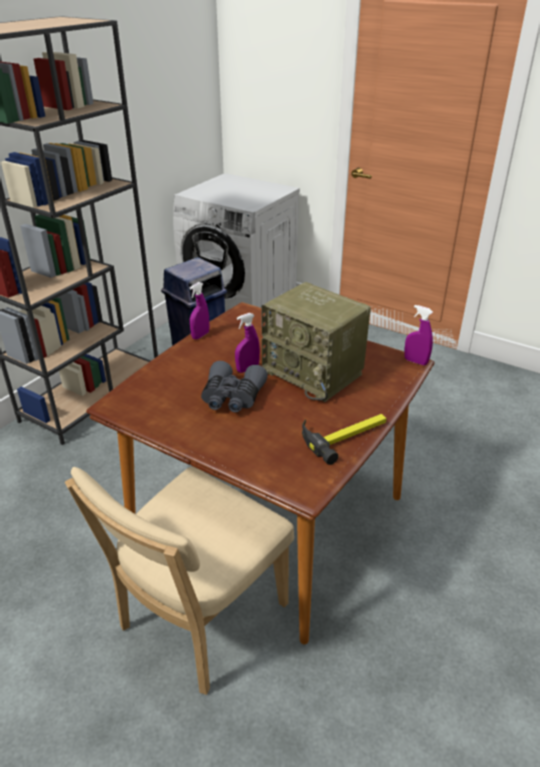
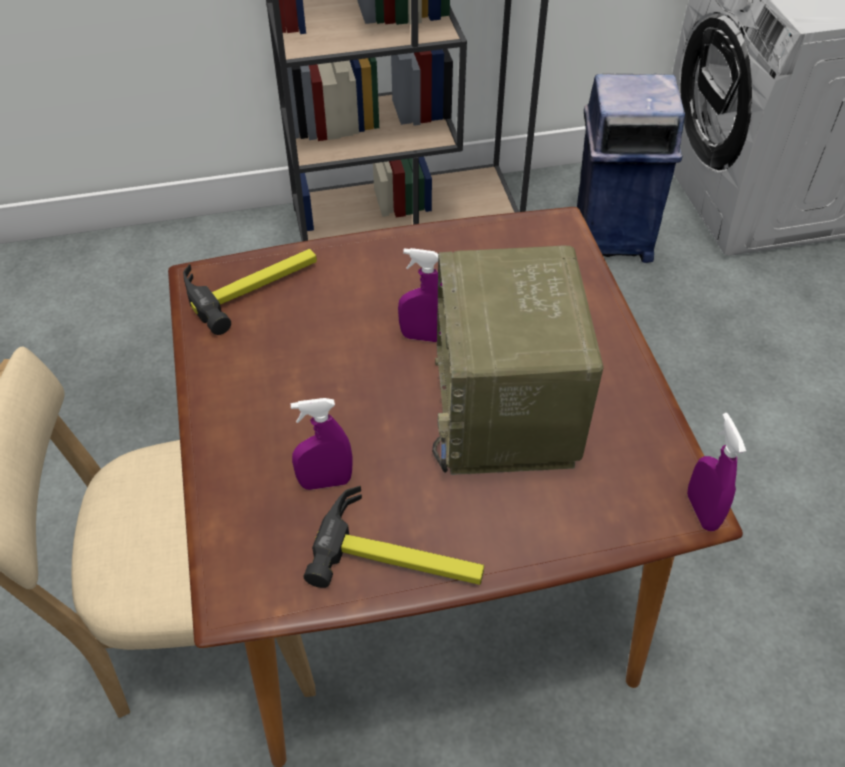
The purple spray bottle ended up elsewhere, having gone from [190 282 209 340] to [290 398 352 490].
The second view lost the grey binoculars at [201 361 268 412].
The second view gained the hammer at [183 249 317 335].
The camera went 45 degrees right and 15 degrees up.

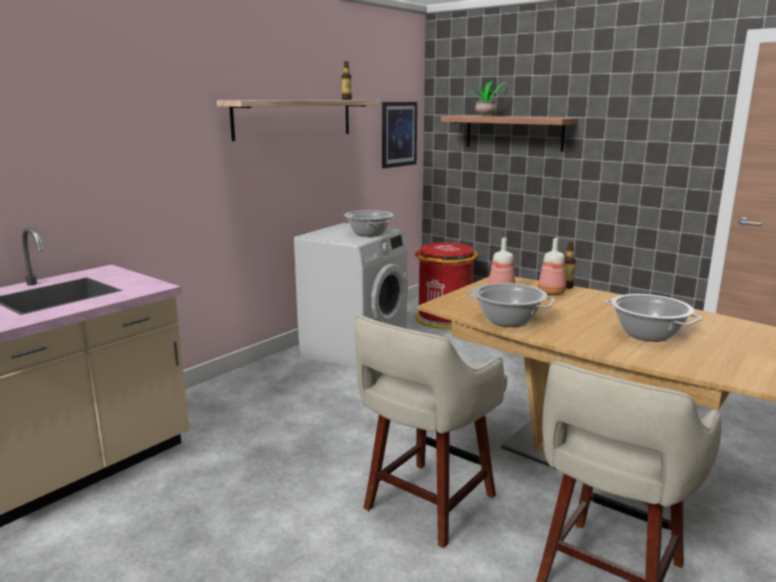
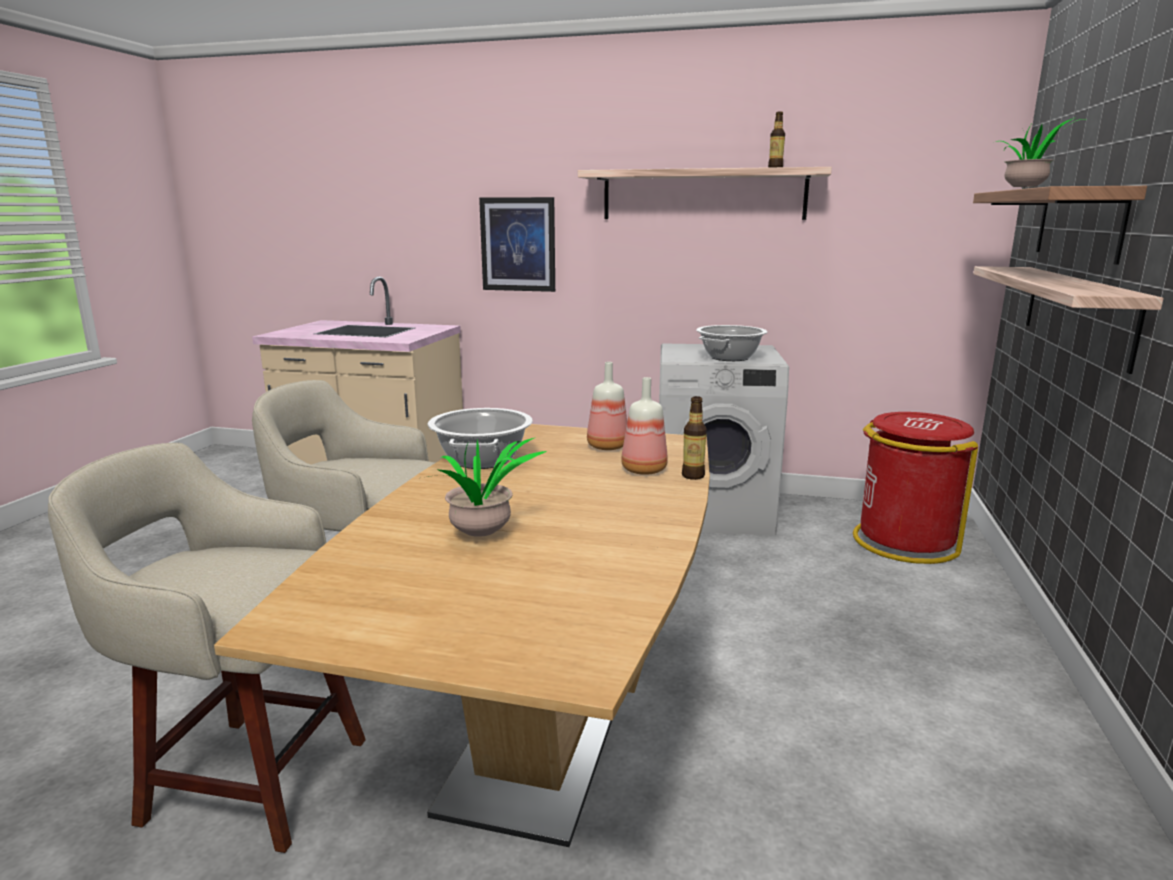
The picture ended up elsewhere, having gone from [382 102 417 168] to [479 197 555 292].
Where the cooking pot stood at [604 294 702 342], the potted plant came to stand at [422 438 547 537].
The second view gained the shelf at [973 266 1164 374].
The camera went 65 degrees right and 0 degrees up.

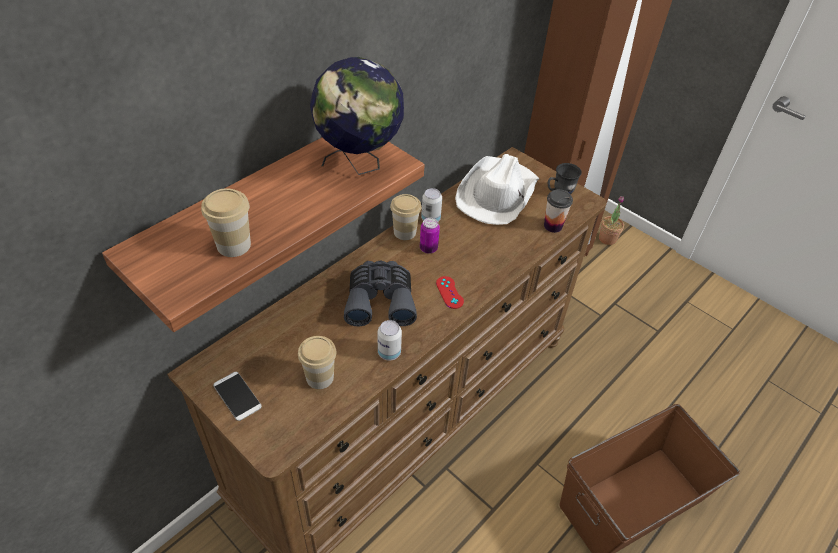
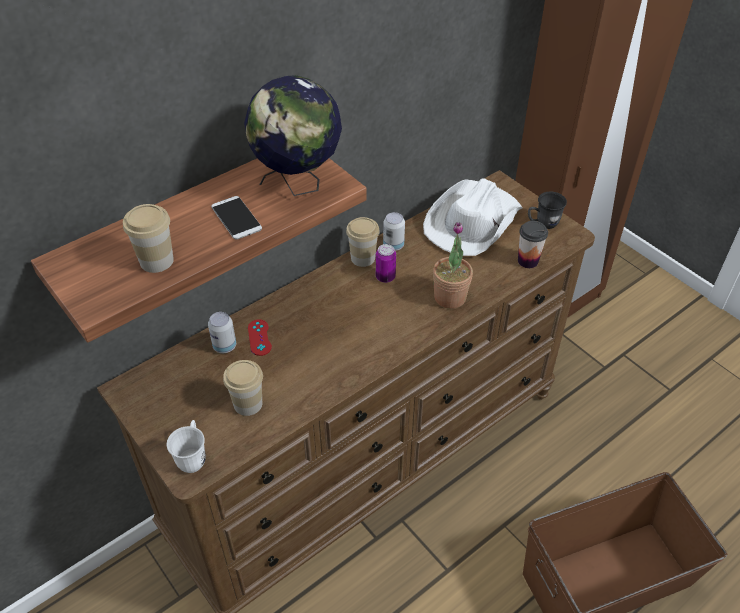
The phone ended up elsewhere, having gone from [213 372 262 421] to [211 196 262 239].
The second view lost the grey binoculars at [344 261 417 327].
The can ended up elsewhere, having gone from [378 320 402 361] to [208 312 236 353].
The red game controller ended up elsewhere, having gone from [436 276 464 309] to [248 319 272 356].
The potted plant ended up elsewhere, having gone from [599 196 624 245] to [433 222 473 309].
The second view gained the white mug at [167 420 206 473].
The camera went 10 degrees right and 0 degrees up.

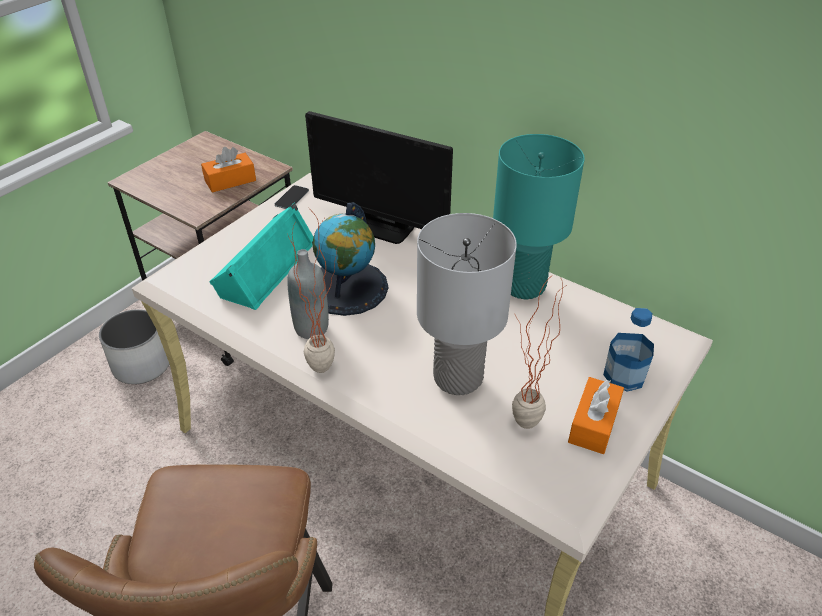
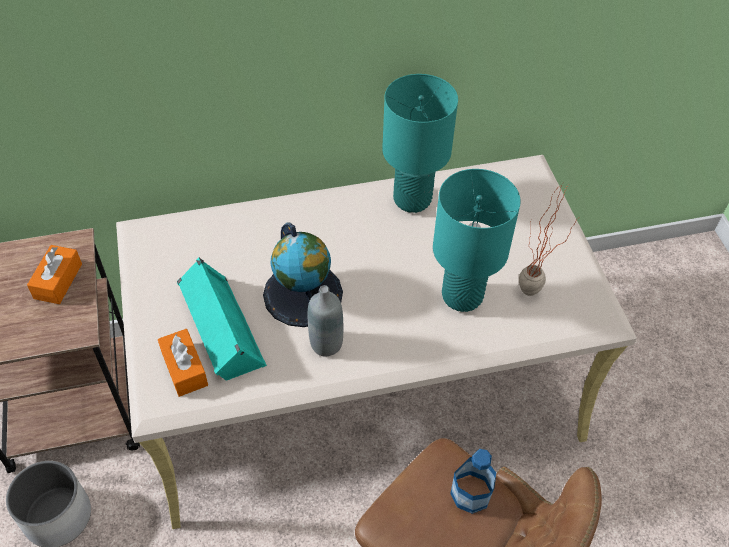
The second view lost the phone at [275 185 309 209].
The second view lost the potted plant at [287 207 340 373].
The second view lost the monitor at [305 111 453 244].
What was the grey table lamp at [417 213 517 395] turned into the turquoise table lamp at [433 169 521 312].
The orange tissue box ended up elsewhere, having gone from [568 377 624 454] to [158 329 208 397].
The bottle ended up elsewhere, having gone from [603 308 654 392] to [450 449 496 514].
The camera went 50 degrees left and 10 degrees up.

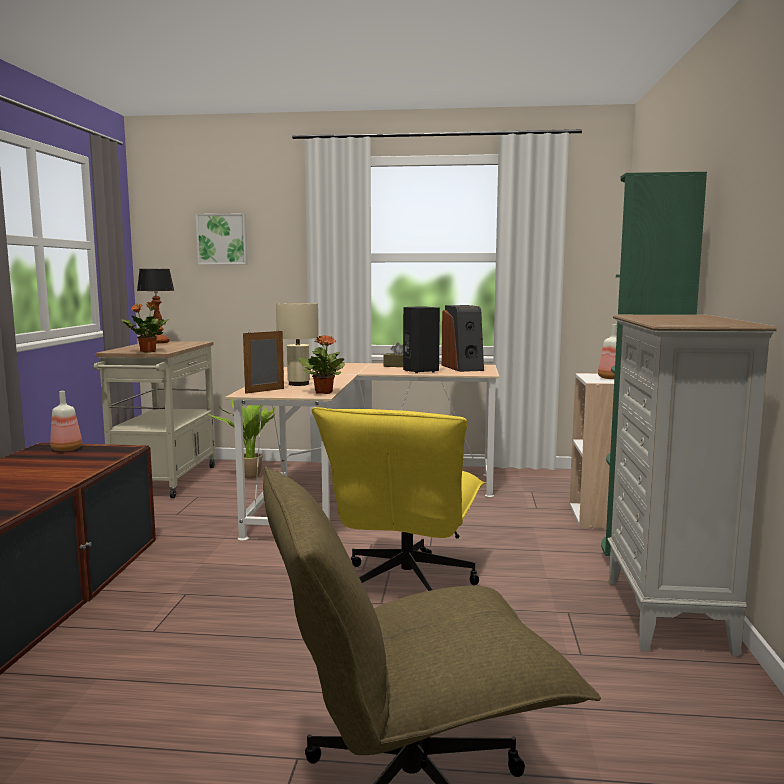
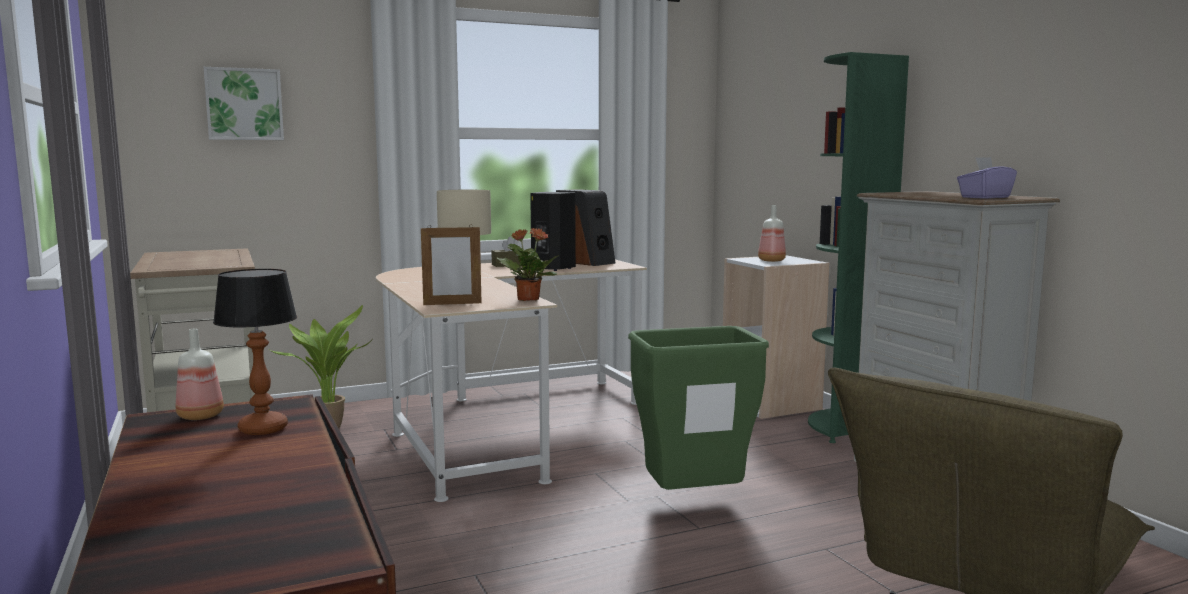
The second view lost the potted plant at [121 302 169 353].
The table lamp ended up elsewhere, having gone from [137 269 174 343] to [213 269 297 435].
The picture frame at [243 329 284 394] ended up facing another way, 120 degrees counterclockwise from before.
Where the yellow office chair stood at [312 407 486 591], the green trash can came to stand at [628 326 769 490].
The second view gained the purple tissue box at [957 157 1017 199].
The camera went 30 degrees left and 0 degrees up.

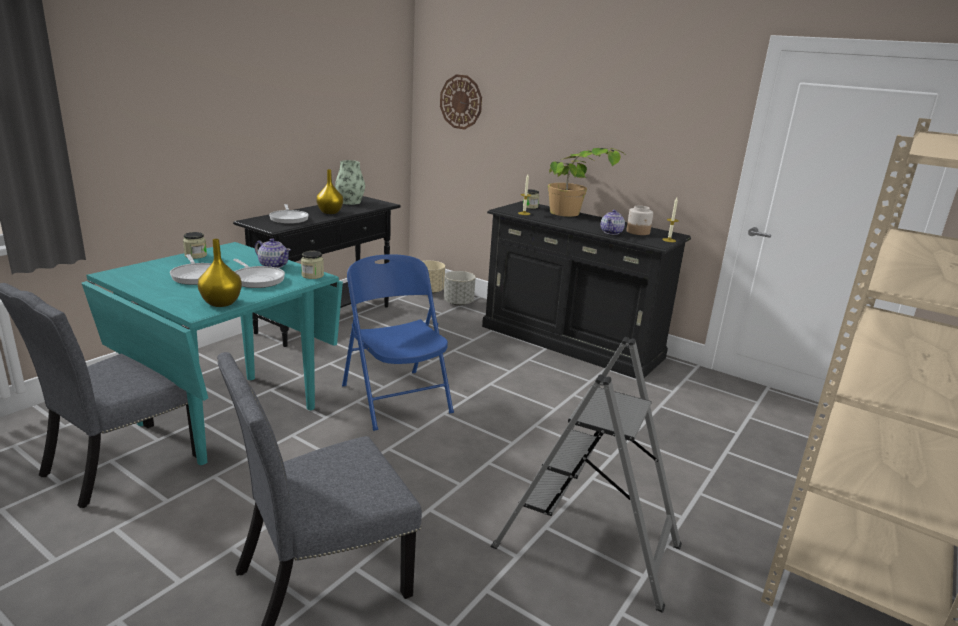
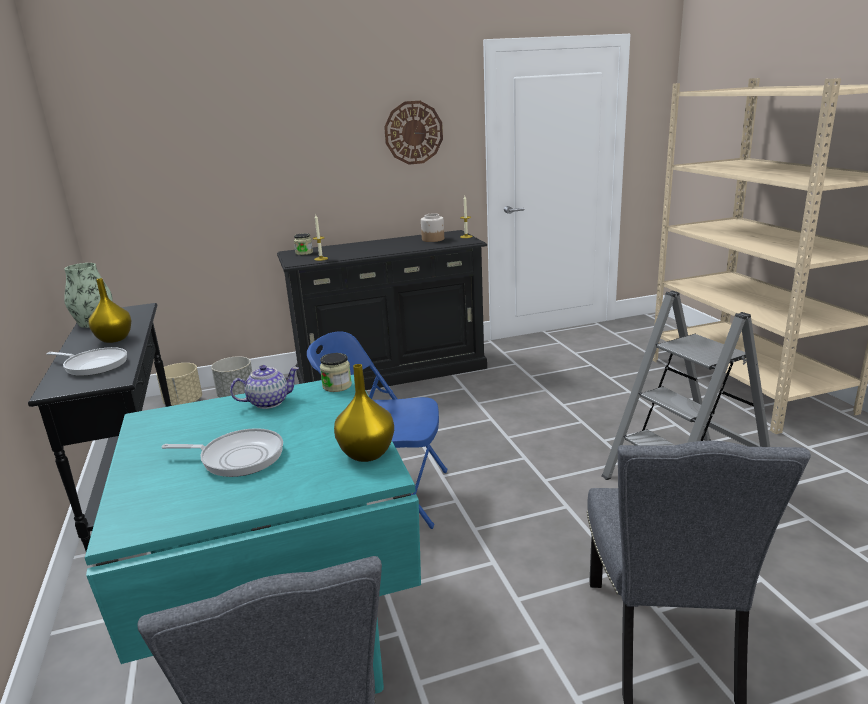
The second view lost the jar at [183 232 207 259].
The second view lost the frying pan at [233 259 285 288].
The wall clock ended up elsewhere, having gone from [440 74 482 129] to [384 101 443 165].
The second view lost the potted plant at [548 148 626 217].
The second view lost the teapot at [601 210 625 235].
The camera went 50 degrees left and 0 degrees up.

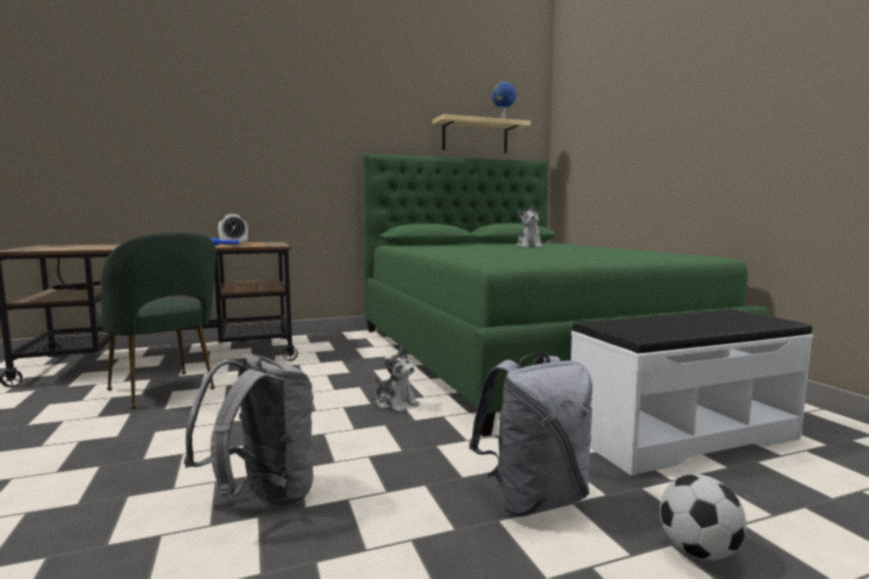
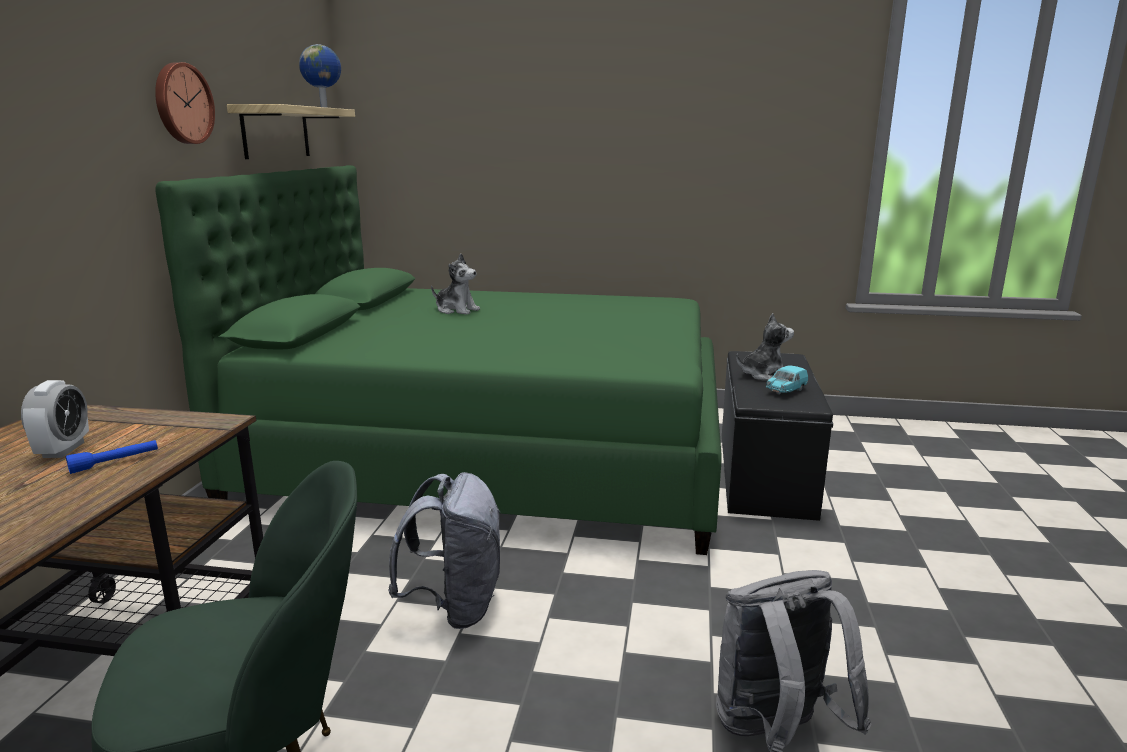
The plush toy ended up elsewhere, having gone from [375 347 420 412] to [736 313 794 380].
The grey backpack ended up elsewhere, having gone from [469 353 592 517] to [388 472 500 629].
What was the white bench at [571 309 813 476] turned into the black bench at [722 351 833 521].
The second view lost the football at [660 474 747 560].
The second view gained the wall clock at [155 62 215 144].
The second view gained the turquoise toy car at [766 365 808 395].
The camera went 60 degrees left and 10 degrees up.

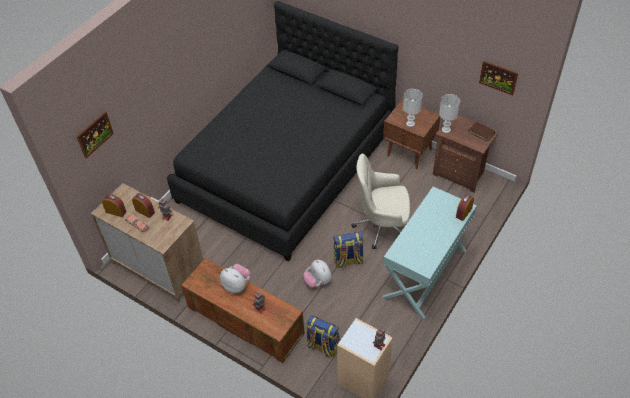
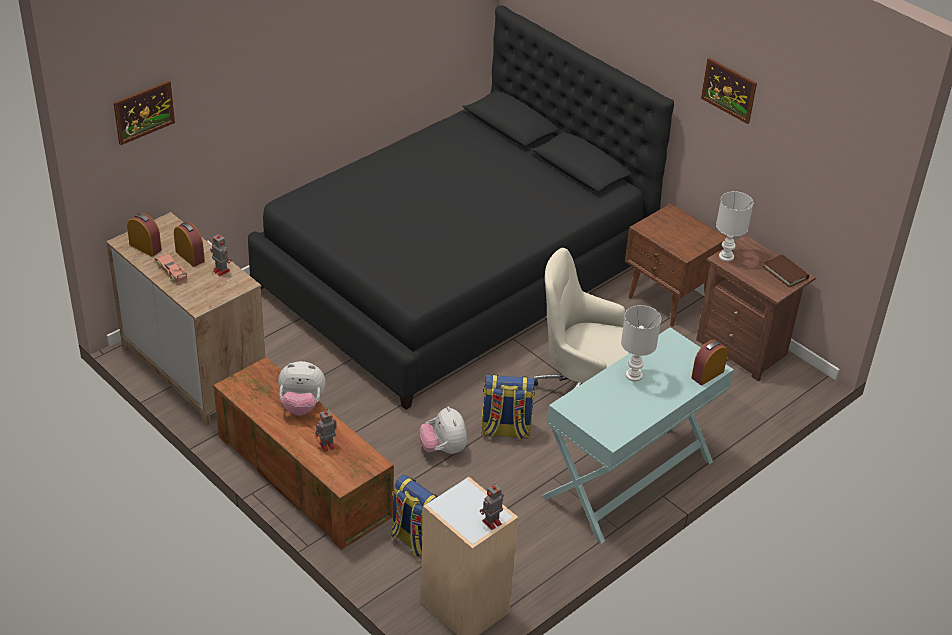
The plush toy at [220 264 251 294] ended up facing another way, 135 degrees clockwise from before.
The white table lamp ended up elsewhere, having gone from [403 89 423 127] to [621 305 661 381].
The picture ended up elsewhere, having gone from [479 61 518 95] to [701 58 757 124].
The camera went 10 degrees right and 10 degrees down.

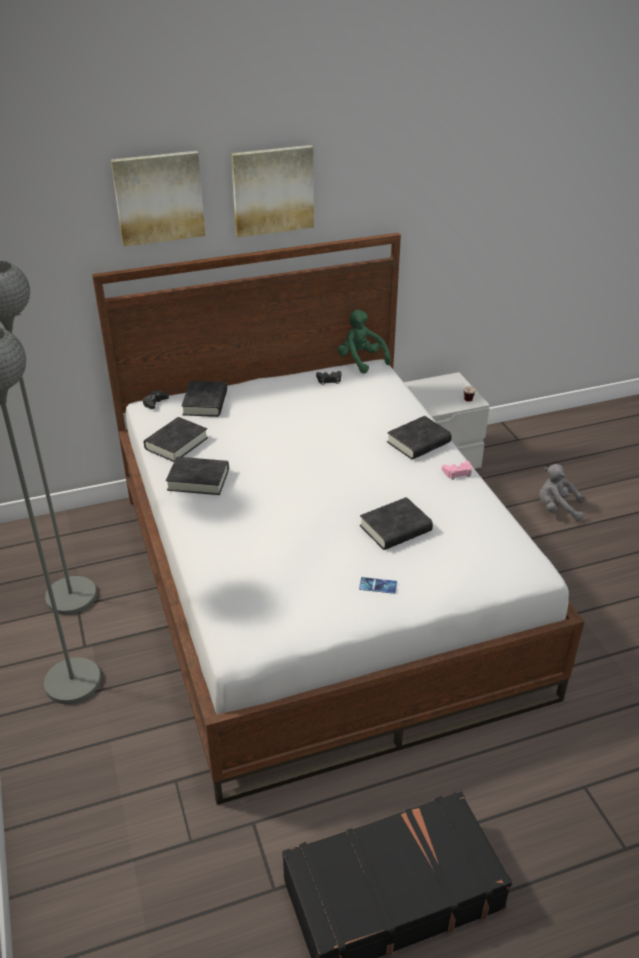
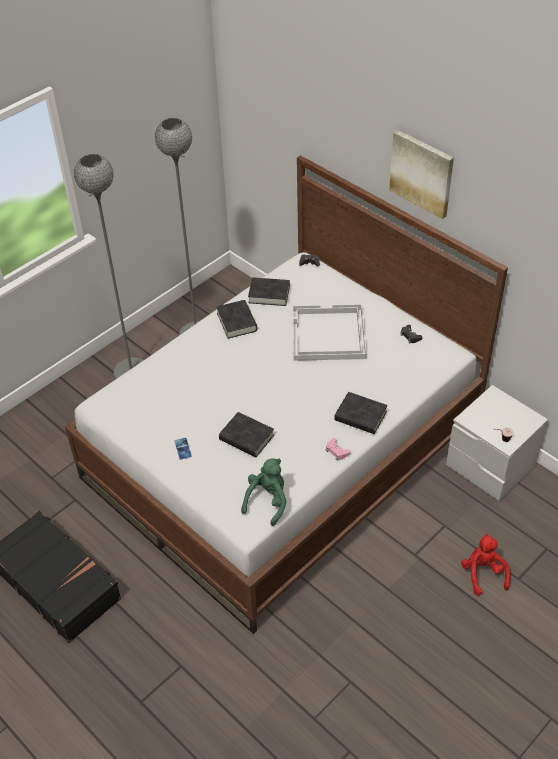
The second view lost the picture at [111 151 205 247].
The second view lost the black book at [182 381 227 417].
The green plush toy ended up elsewhere, having gone from [338 309 391 374] to [241 458 287 526].
What was the grey plush toy at [539 464 584 521] turned into the red plush toy at [461 533 511 596].
The second view gained the white tray at [292 304 367 361].
The camera went 65 degrees right and 10 degrees up.

